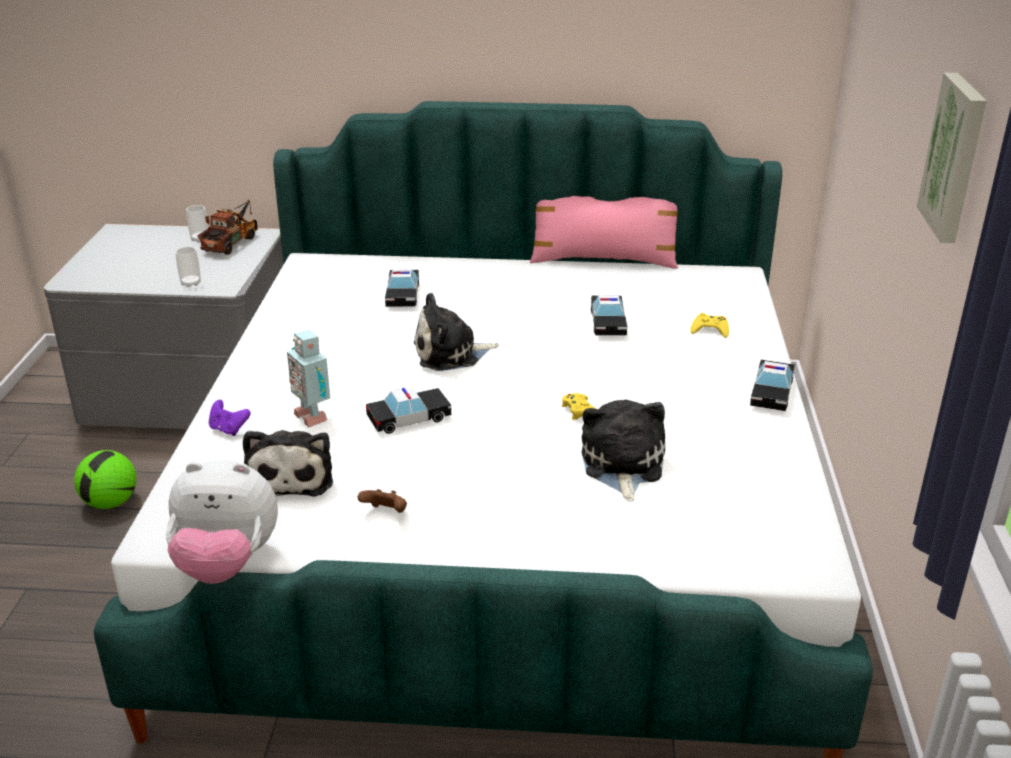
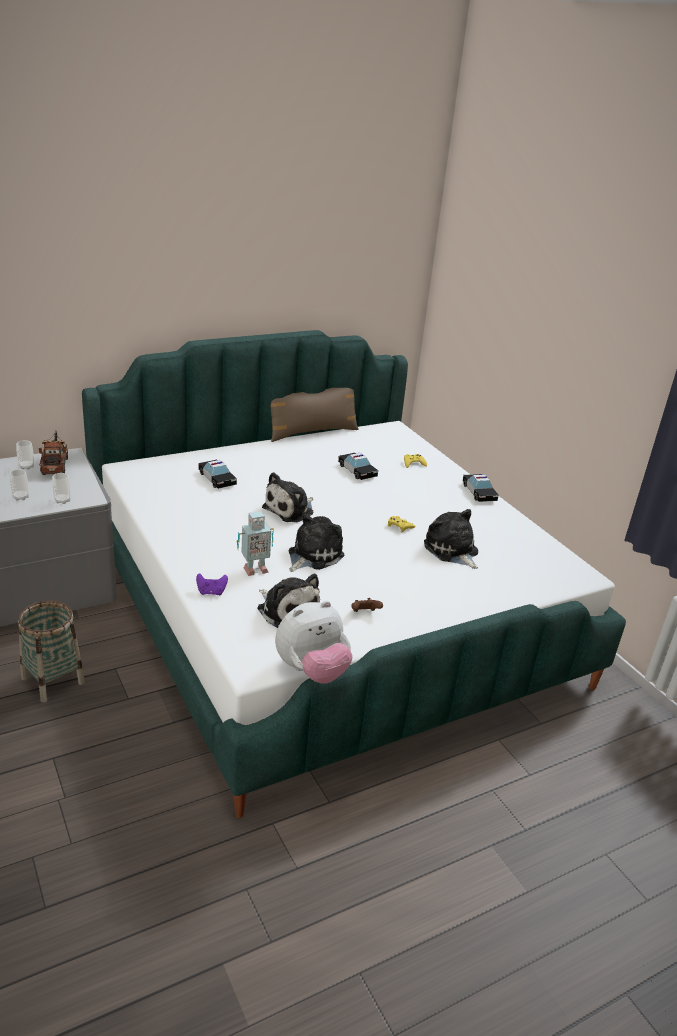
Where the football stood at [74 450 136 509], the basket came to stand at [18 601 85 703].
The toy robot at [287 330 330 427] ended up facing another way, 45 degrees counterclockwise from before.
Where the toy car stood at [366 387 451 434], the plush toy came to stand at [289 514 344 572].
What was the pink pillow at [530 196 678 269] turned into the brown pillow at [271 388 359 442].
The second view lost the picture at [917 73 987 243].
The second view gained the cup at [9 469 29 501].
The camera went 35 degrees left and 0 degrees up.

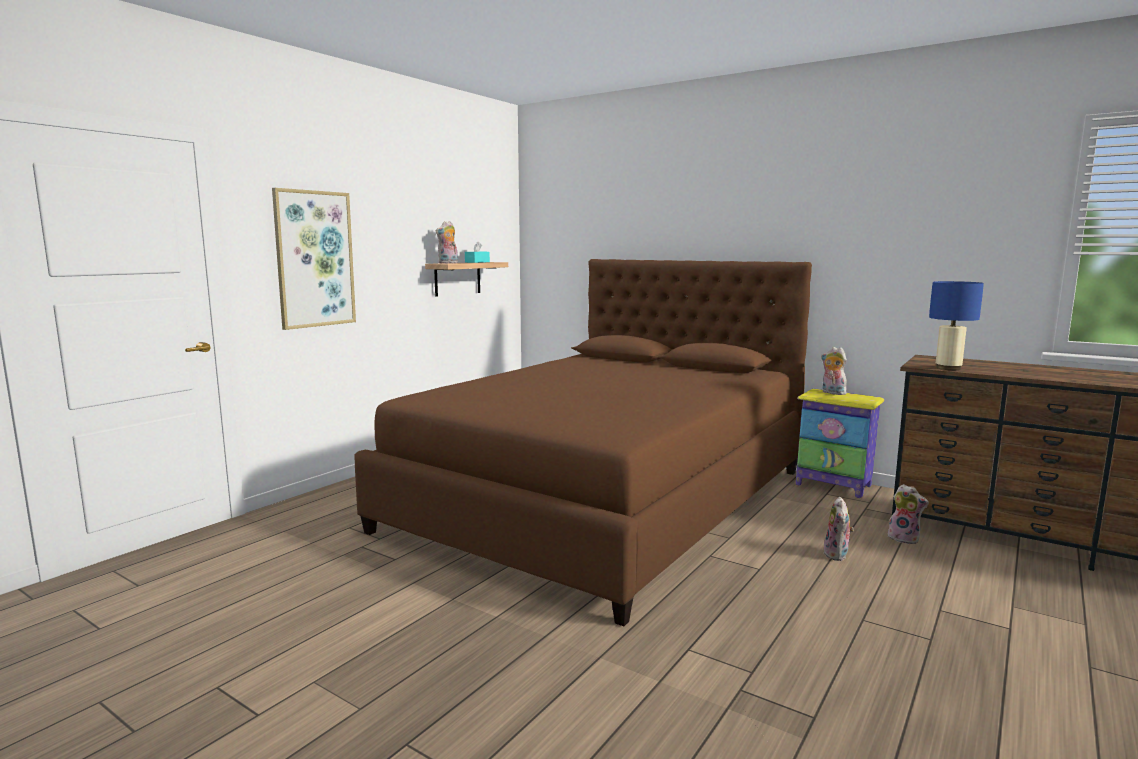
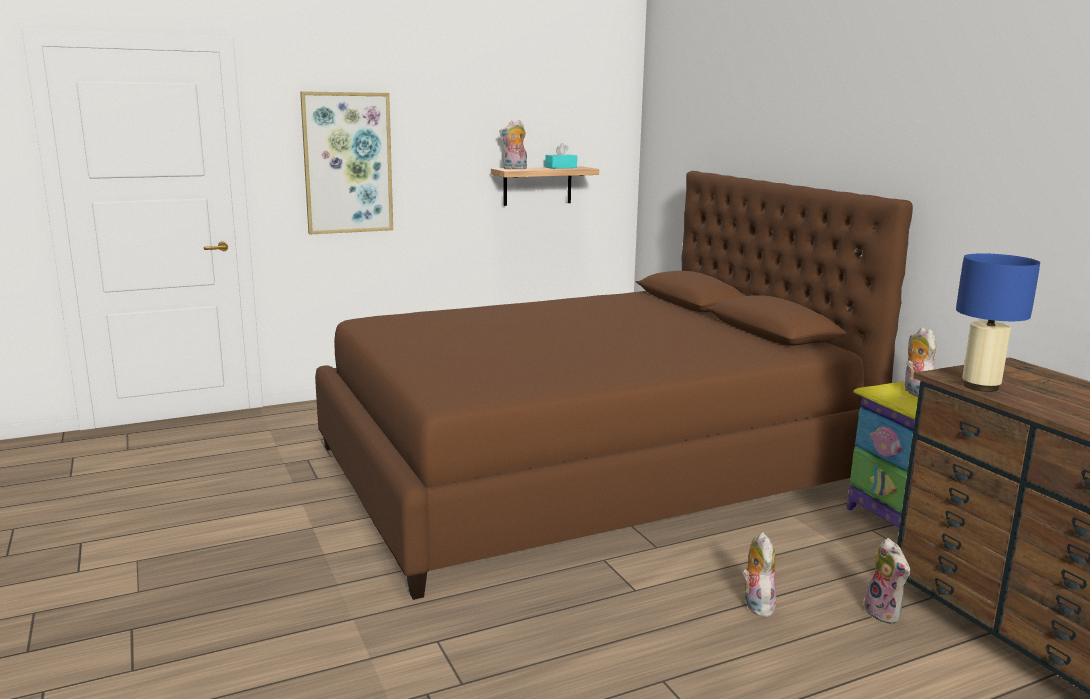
The plush toy at [824 497 854 561] ended up facing another way, 135 degrees clockwise from before.
The camera went 30 degrees right and 5 degrees up.

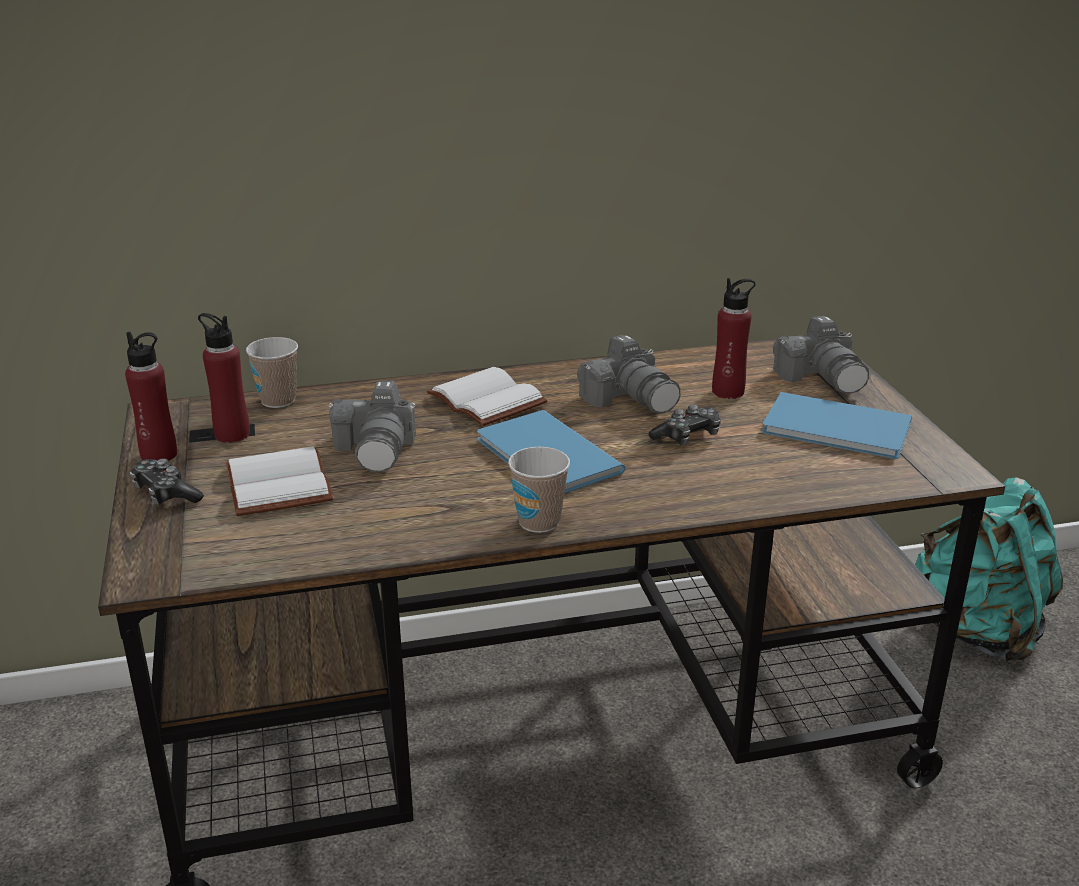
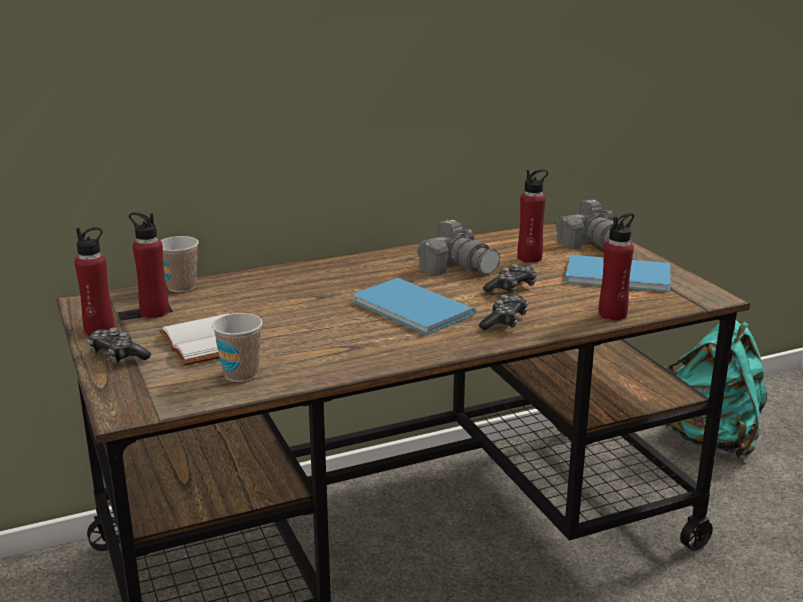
The second view lost the photo camera at [329 381 416 472].
The second view lost the white book at [427 367 548 426].
The cup ended up elsewhere, having gone from [508 447 570 533] to [212 313 263 382].
The second view gained the game controller at [479 295 528 330].
The second view gained the red bottle at [599 213 634 321].
The camera went 10 degrees left and 5 degrees down.

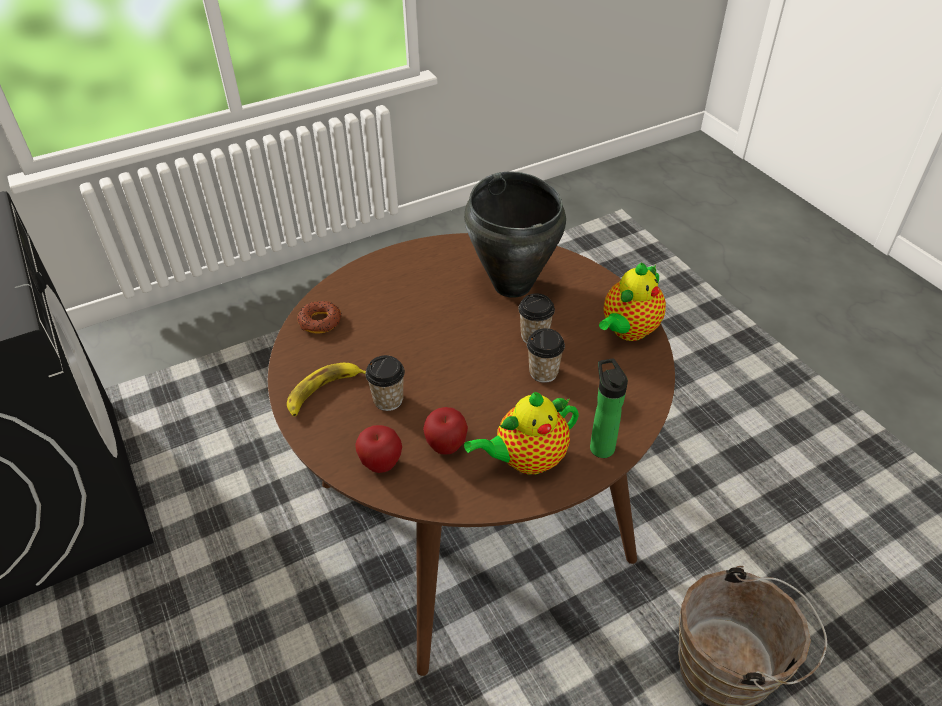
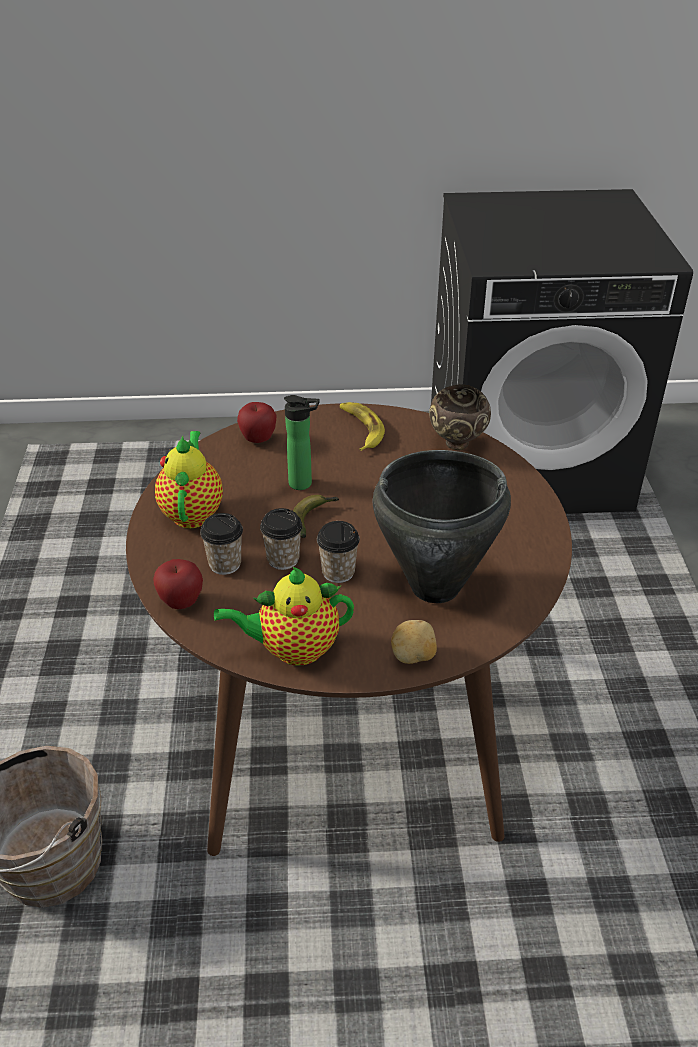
Where the donut stood at [297 301 341 334], the brown bowl came to stand at [429 384 491 450].
The cup ended up elsewhere, having gone from [365 355 405 411] to [200 513 243 575].
The apple ended up elsewhere, having gone from [423 407 468 455] to [153 559 203 609].
The bottle ended up elsewhere, having gone from [590 359 628 458] to [284 395 320 490].
The teapot at [599 263 666 341] ended up facing another way, 75 degrees counterclockwise from before.
The second view gained the banana at [293 495 339 538].
The second view gained the potato at [391 620 437 664].
The camera went 115 degrees right and 5 degrees down.

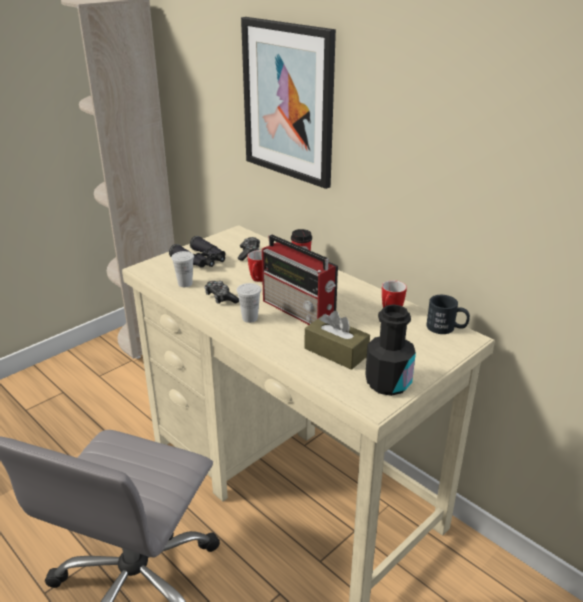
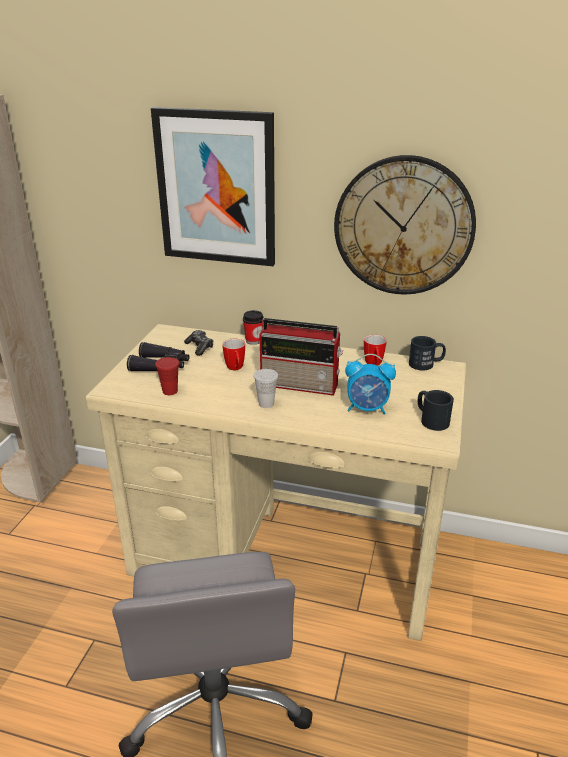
What was the white cup at [171 251 194 287] turned into the red cup at [155 357 179 395].
The second view lost the game controller at [204 281 239 304].
Where the brown tissue box stood at [304 311 370 370], the alarm clock came to stand at [345 354 396 414].
Where the black bottle stood at [365 304 416 396], the black mug came to stand at [418 390 454 431].
The second view gained the wall clock at [334 155 476 295].
The camera went 30 degrees left and 0 degrees up.

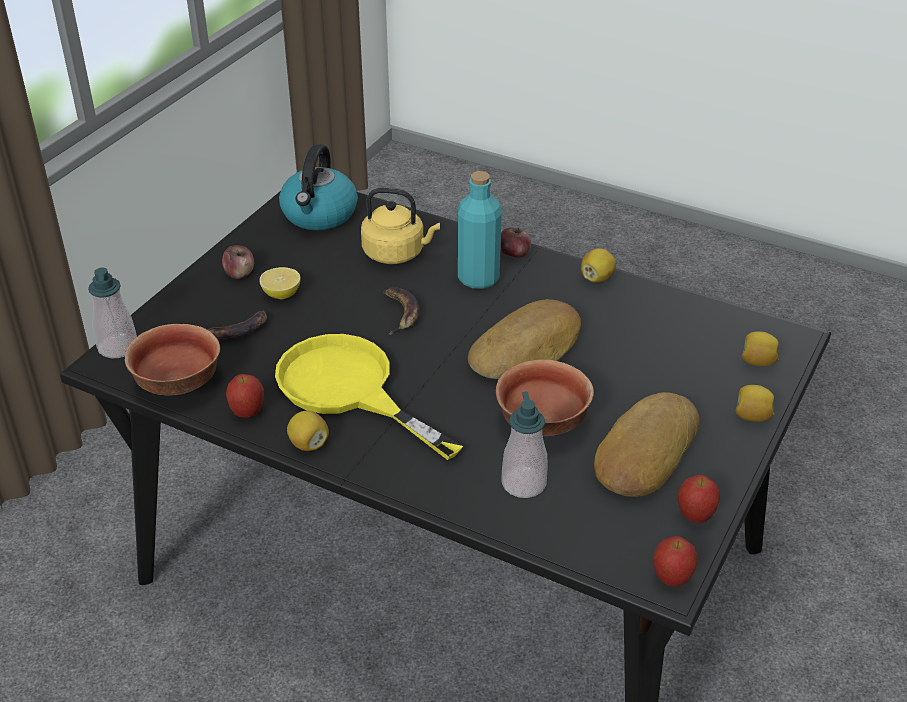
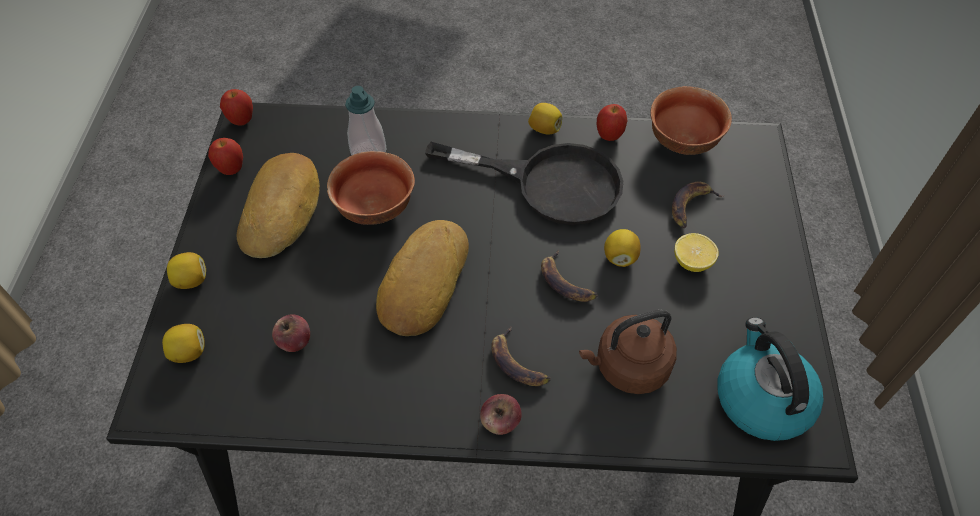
The second view lost the soap dispenser at [88 268 137 358].
The apple ended up elsewhere, having gone from [222 245 254 279] to [272 314 310 352].
What was the yellow frying pan at [275 334 463 460] turned into the black frying pan at [425 142 623 225].
What was the yellow kettle at [361 188 440 264] turned into the brown kettle at [579 310 677 394].
Where the turquoise bottle stood at [458 171 501 289], the banana came to stand at [491 327 551 386].
The lemon ended up elsewhere, having gone from [581 248 616 283] to [604 229 641 267].
The camera went 155 degrees right and 15 degrees up.

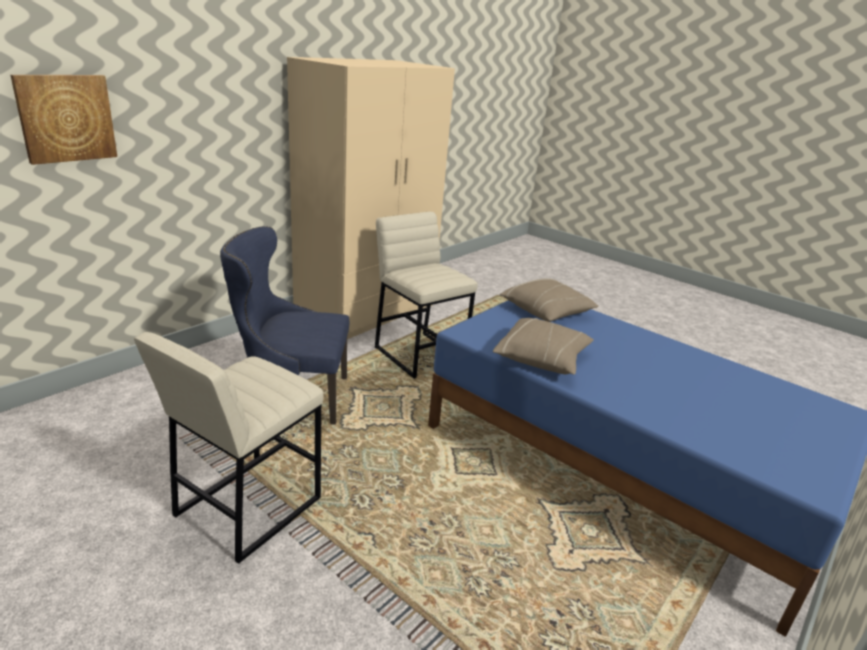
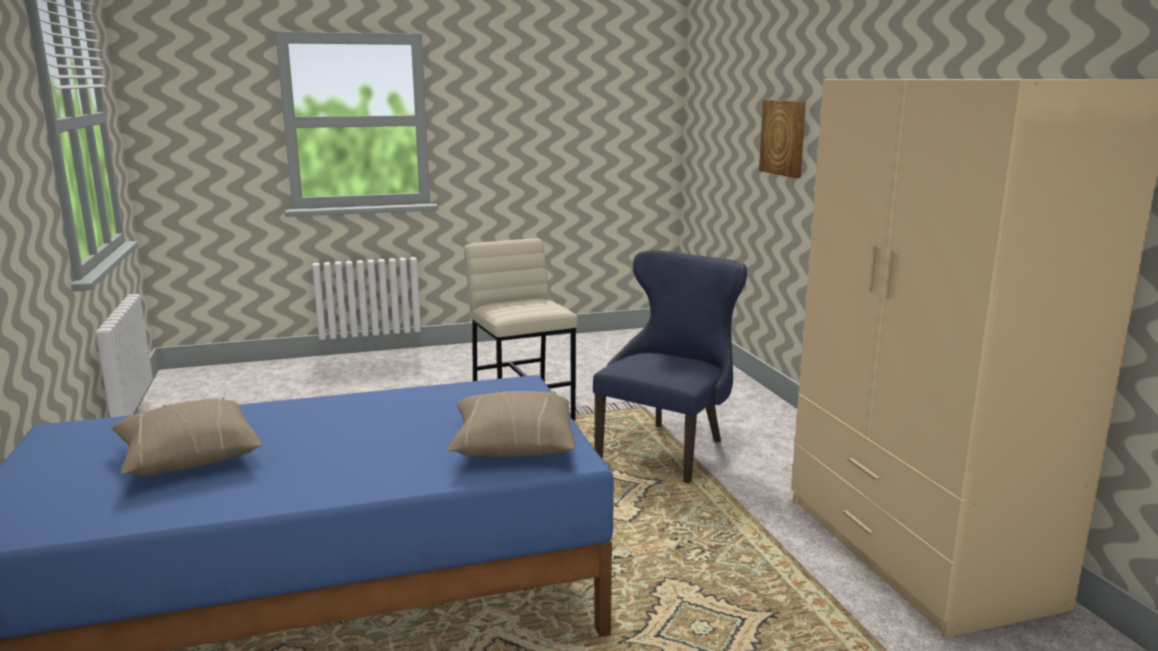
The second view lost the beige chair at [375 212 477 379].
The beige pillow ended up elsewhere, having gone from [493 318 594 375] to [112 397 262 476].
The camera went 125 degrees right and 10 degrees down.

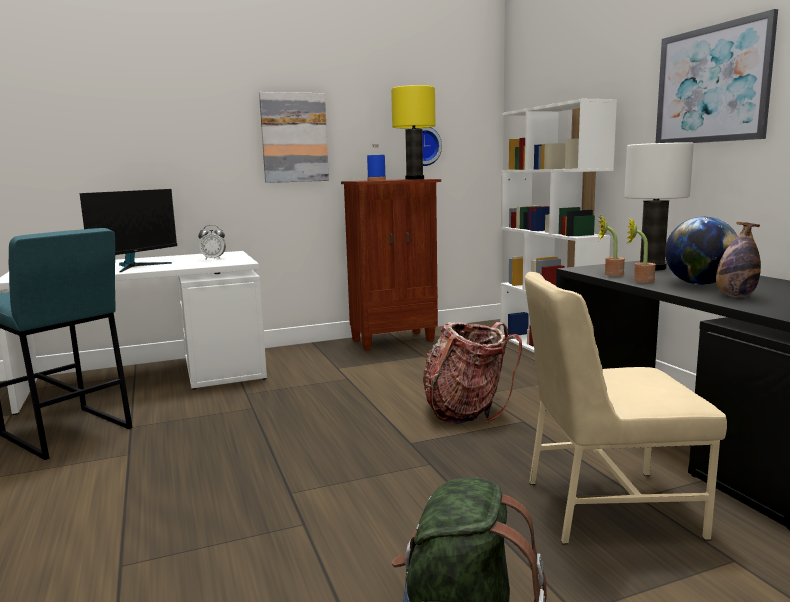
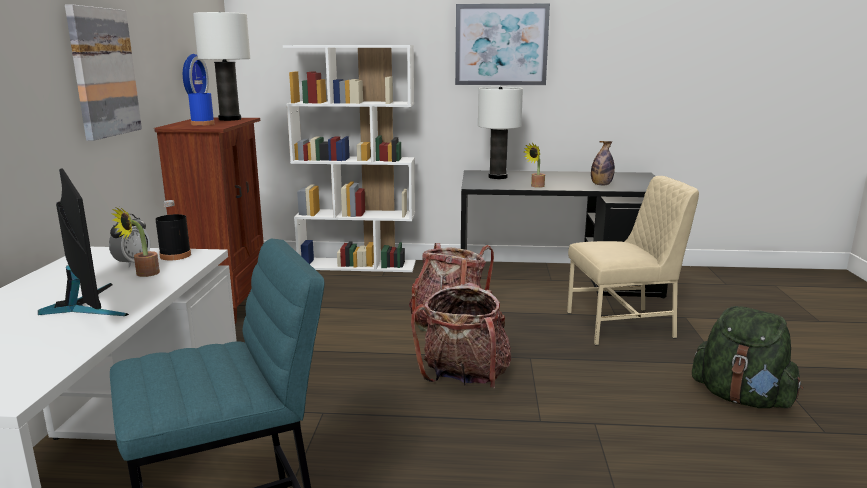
What was the yellow table lamp at [391 85 435 180] turned into the white table lamp at [193 12 250 121].
The beige chair at [525 272 727 545] ended up facing another way, 120 degrees counterclockwise from before.
The potted plant ended up elsewhere, having gone from [598 215 625 276] to [113 207 160 277].
The second view lost the globe at [665 217 738 285].
The second view gained the black bottle at [155 200 191 260].
The second view gained the backpack at [411 282 511 388].
The camera went 65 degrees left and 5 degrees up.

